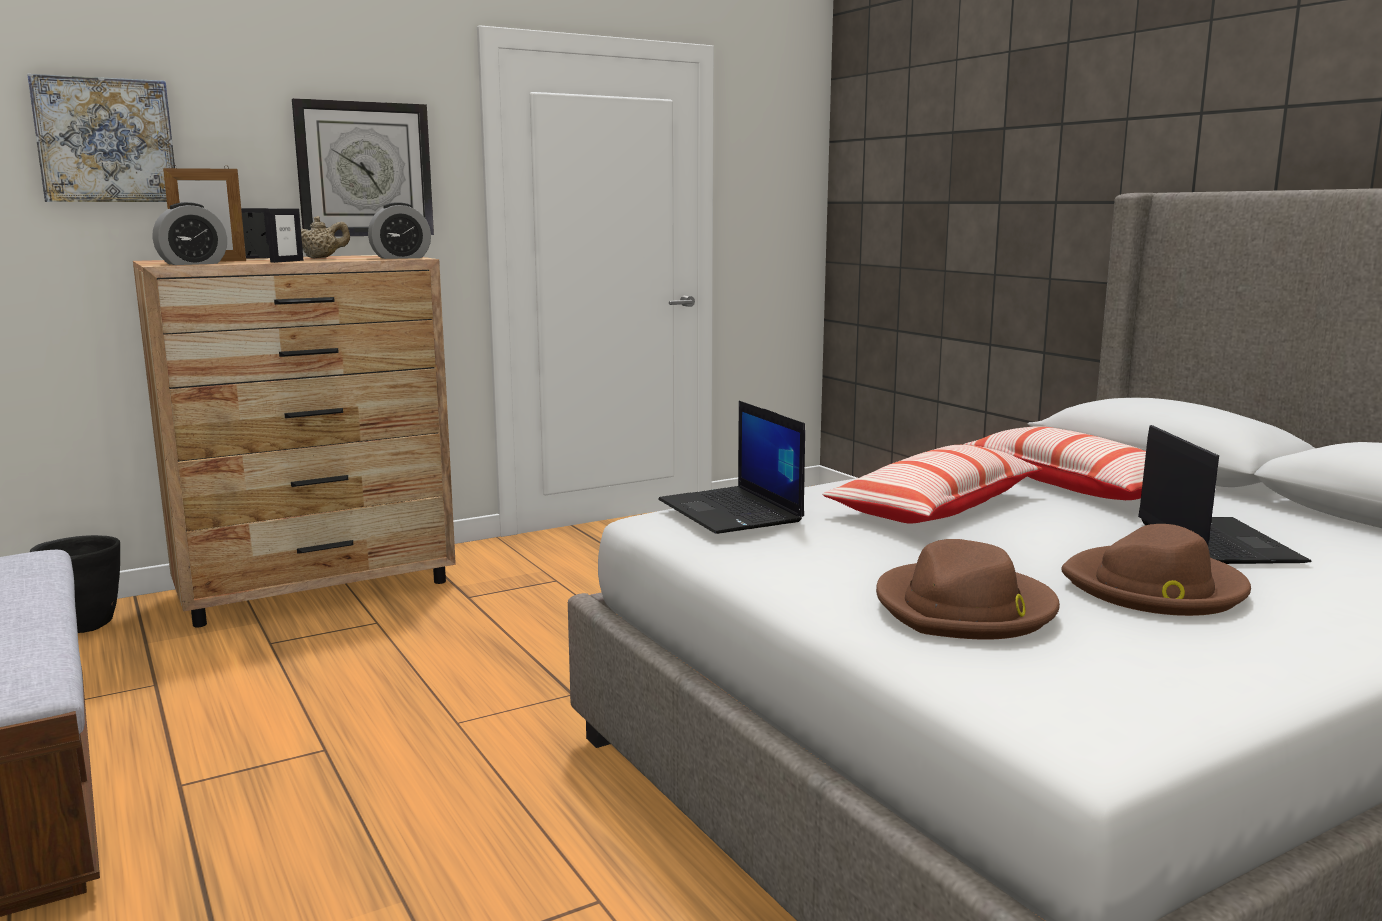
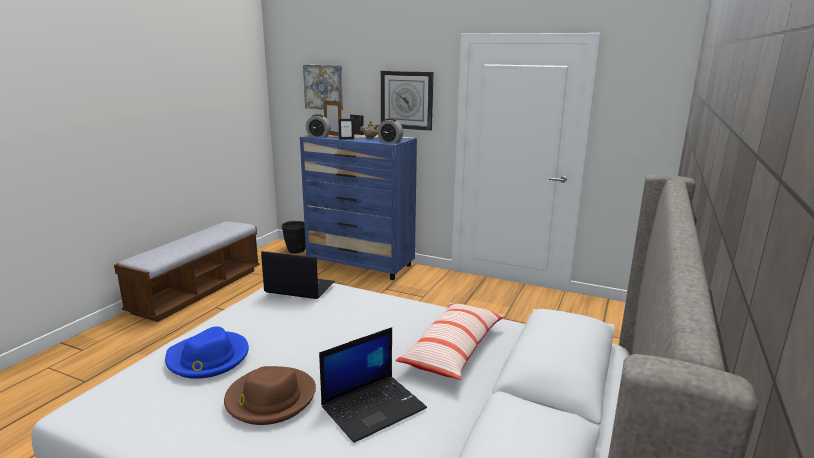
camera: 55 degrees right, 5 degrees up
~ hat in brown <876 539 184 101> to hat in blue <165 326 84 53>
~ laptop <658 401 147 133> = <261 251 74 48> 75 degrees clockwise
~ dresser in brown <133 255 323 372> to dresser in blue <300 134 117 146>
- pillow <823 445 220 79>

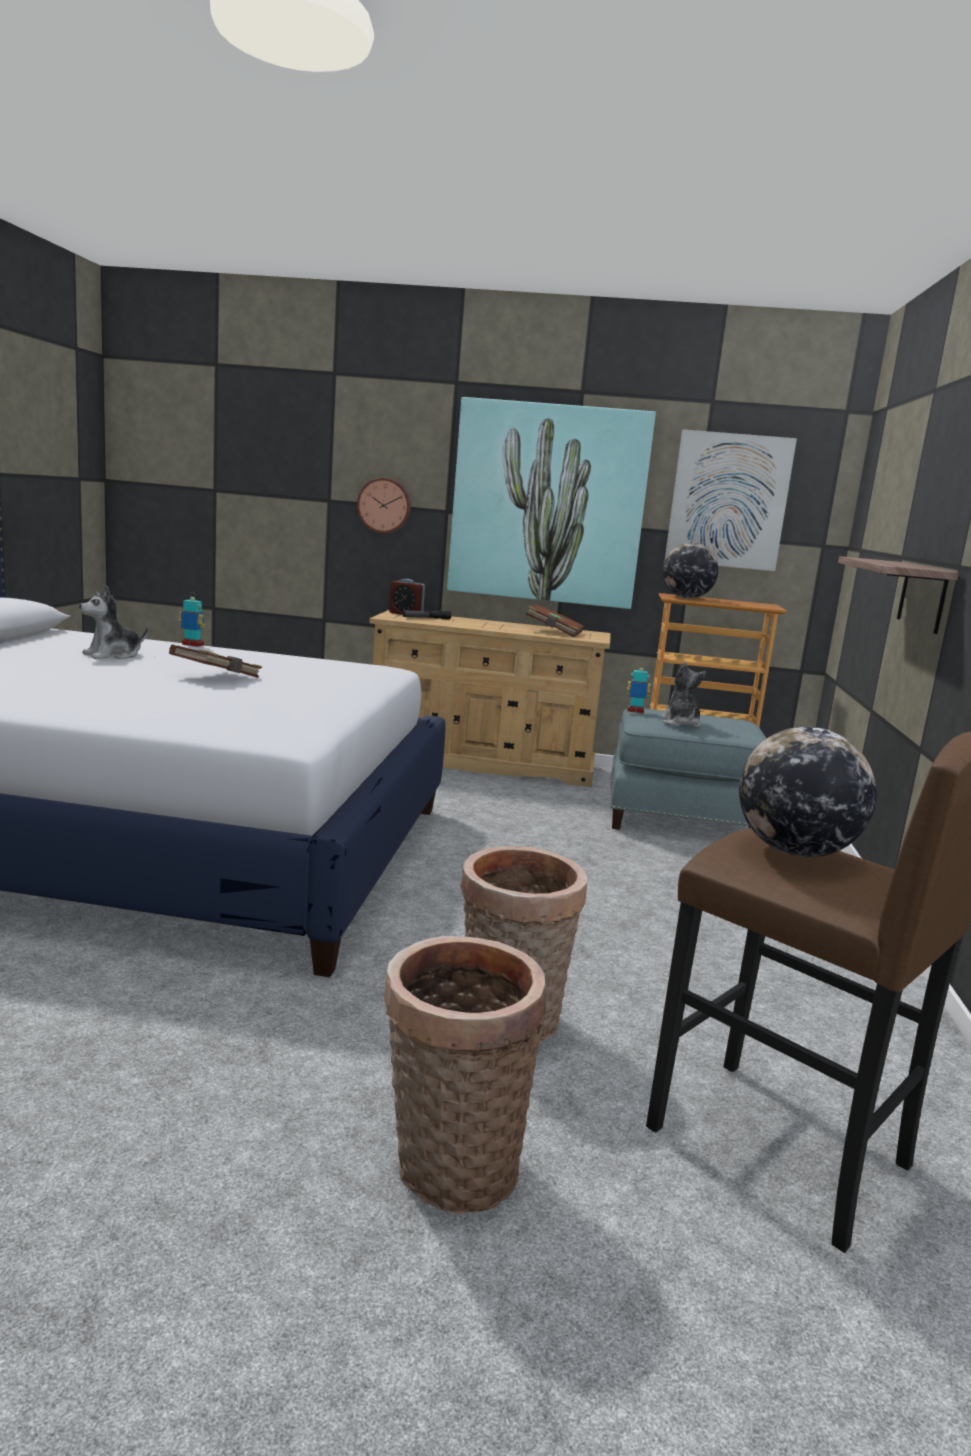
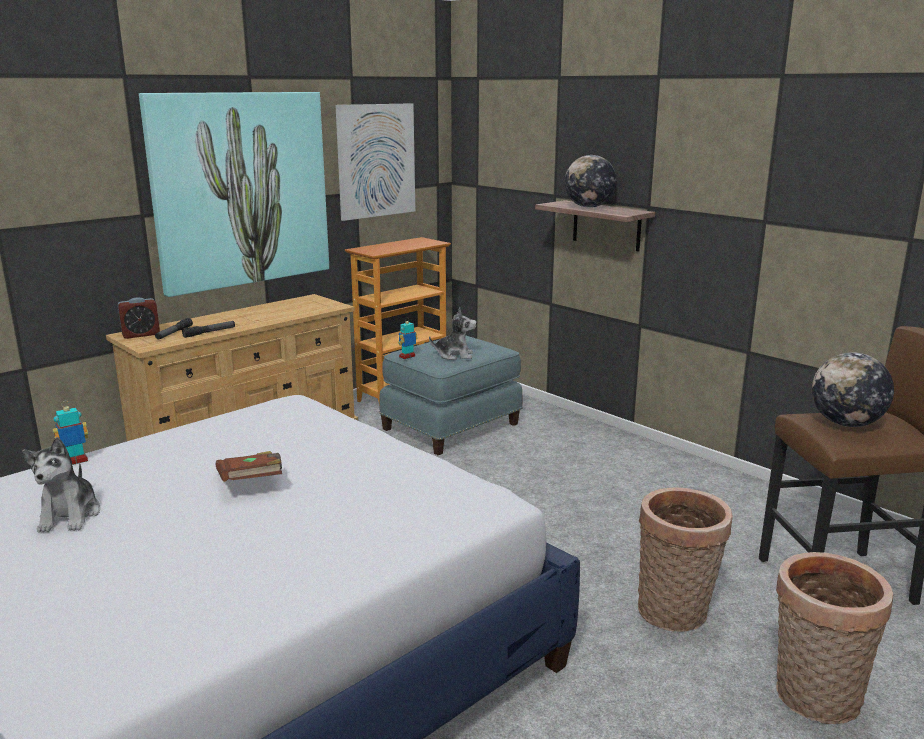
camera: 50 degrees left, 5 degrees up
+ flashlight <182 321 53 17>
~ plush toy <662 662 44 66> = <429 307 48 53> 150 degrees clockwise
~ globe <662 543 57 56> to <565 155 51 53>
- wall clock <357 478 54 55>
- book in brown <526 604 58 33>

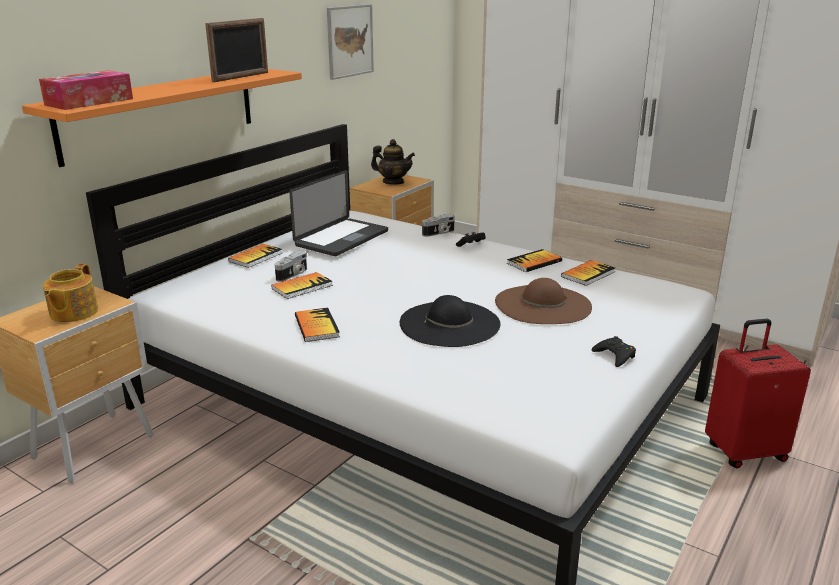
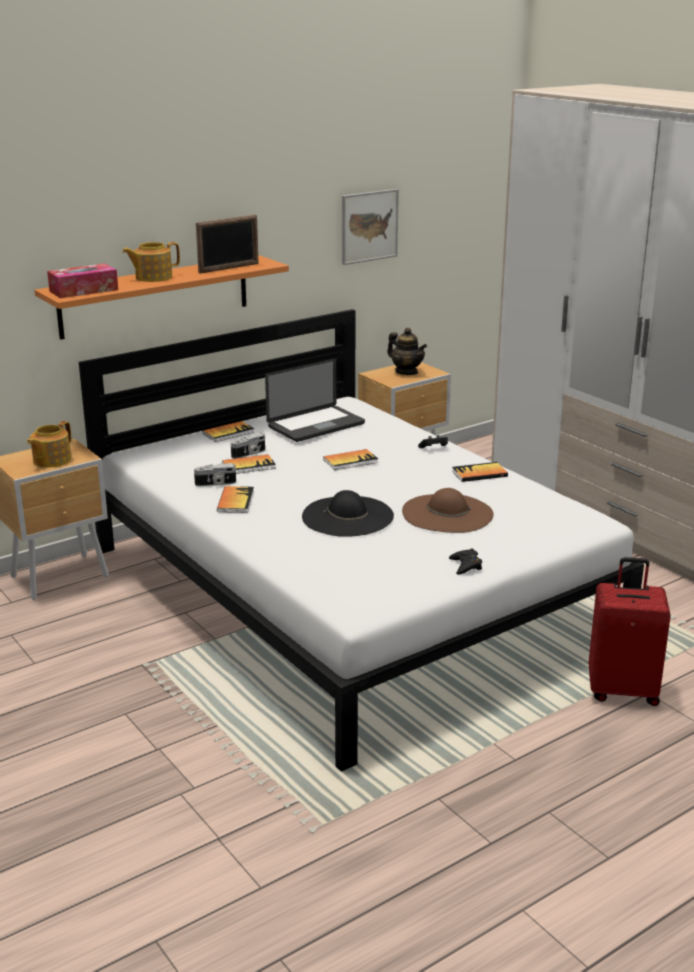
camera: 20 degrees right, 0 degrees up
+ teapot <122 242 58 40>
~ photo camera <422 214 33 23> to <194 463 42 23>
~ book <561 260 54 26> to <323 449 55 21>

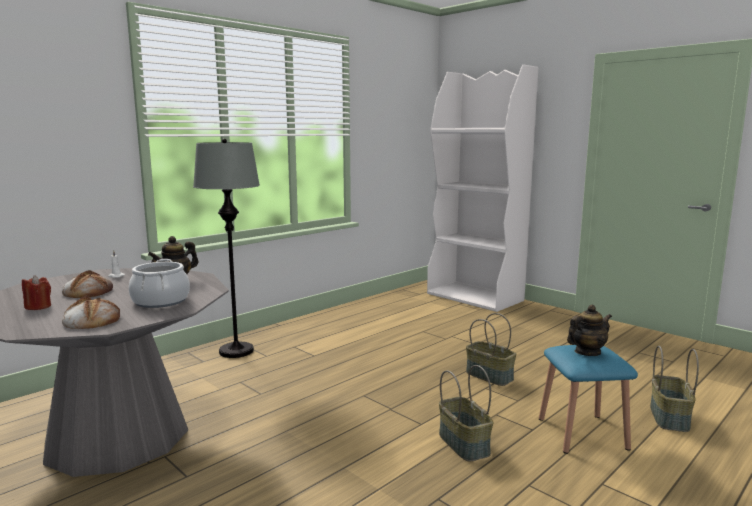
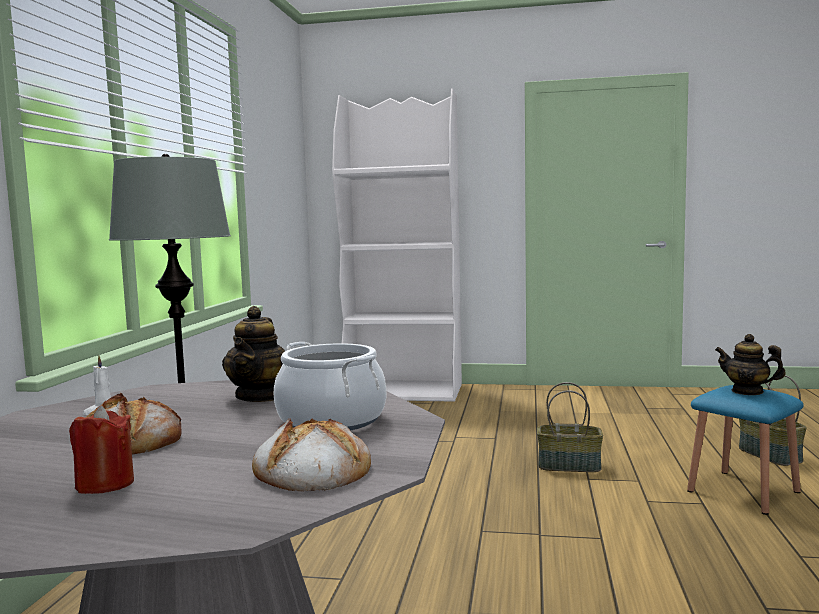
camera: 35 degrees left, 5 degrees down
~ teapot <567 305 45 51> = <715 334 71 61> 90 degrees counterclockwise
- basket <439 365 54 96>

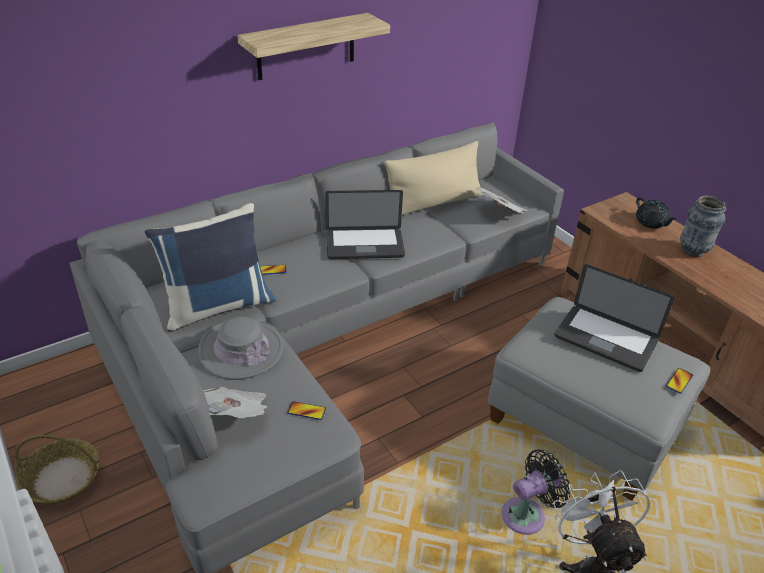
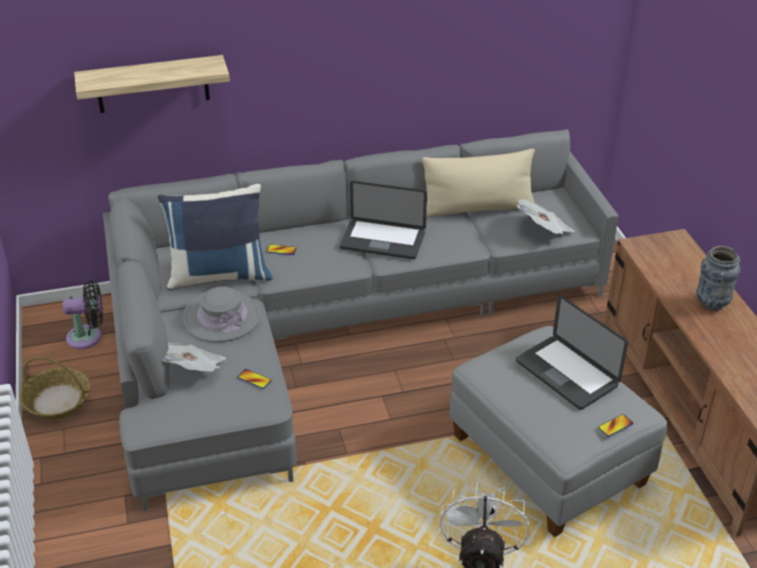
camera: 20 degrees right, 0 degrees up
~ fan in black <502 449 68 86> to <62 281 41 68>
~ shelf <237 13 153 67> to <74 55 156 58>
- teapot in black <636 197 41 32>

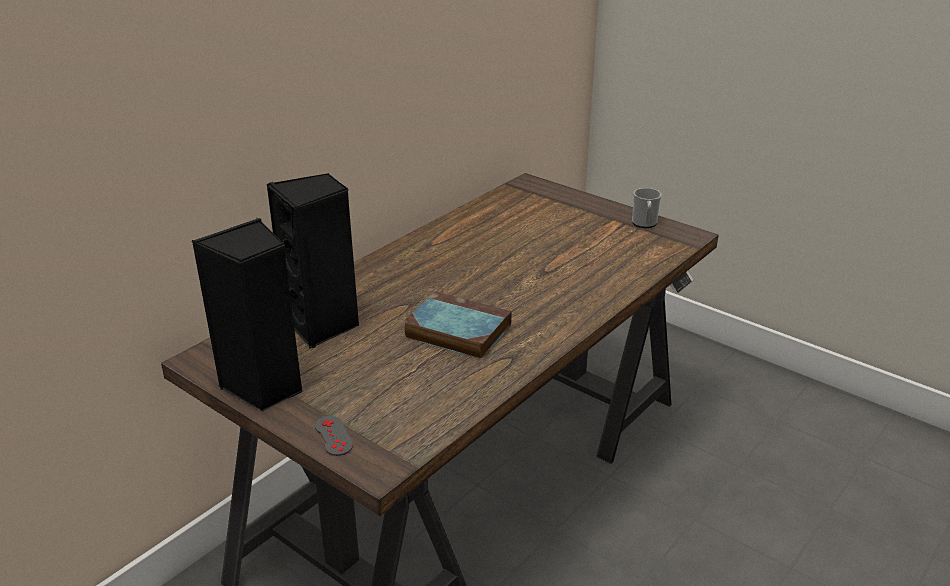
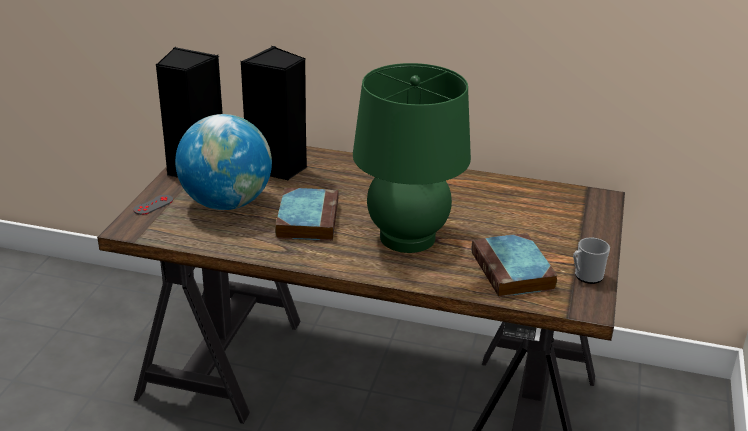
camera: 65 degrees right, 0 degrees up
+ globe <175 114 97 96>
+ table lamp in green <353 63 118 190>
+ book <472 233 86 64>

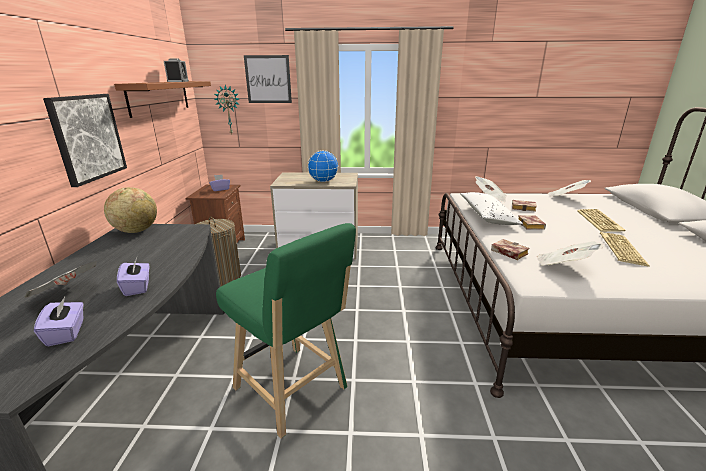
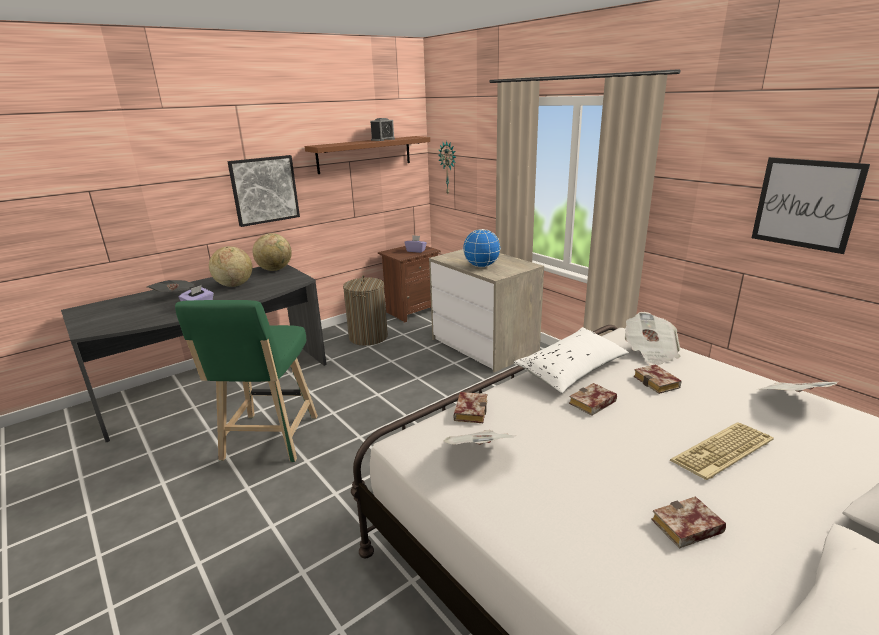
camera: 50 degrees right, 0 degrees up
+ globe <209 246 43 41>
+ book <651 496 75 53>
~ picture <244 55 48 48> to <752 157 118 97>
- tissue box in purple <34 297 50 50>
- keyboard <600 232 50 35>

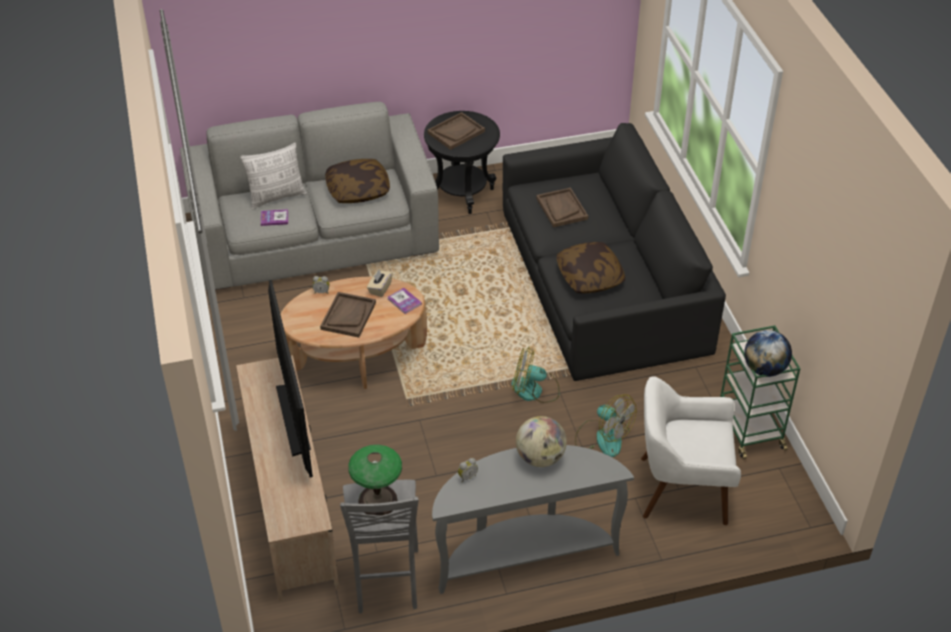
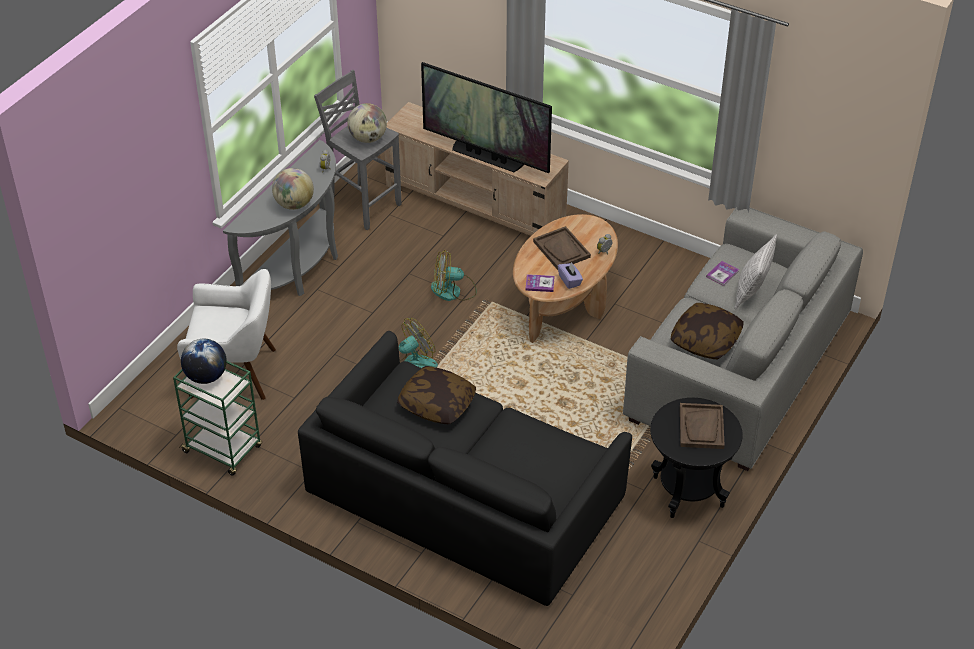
camera: 135 degrees right, 0 degrees up
~ armchair in white <641 376 100 149> = <177 269 99 131> 45 degrees clockwise
~ table lamp <348 445 54 71> to globe <348 103 39 40>
~ fan <575 394 62 63> to <431 250 46 51>
~ tissue box in beige <367 269 26 28> to tissue box in purple <558 262 25 27>
- tray in brown <536 187 52 40>

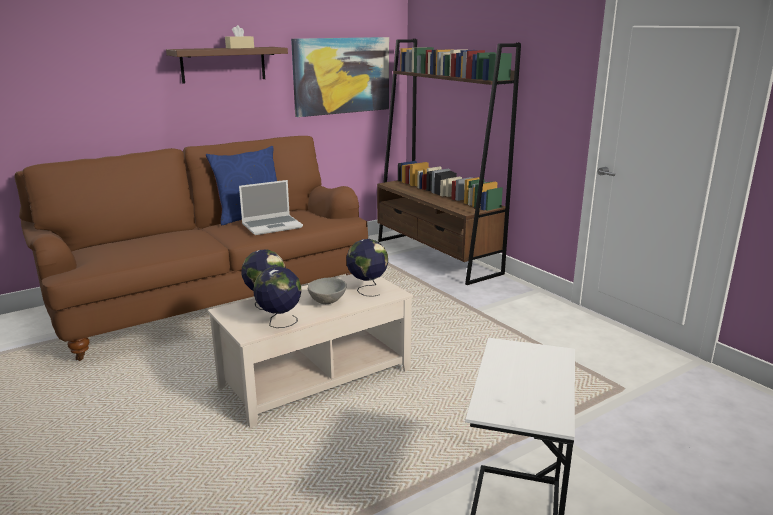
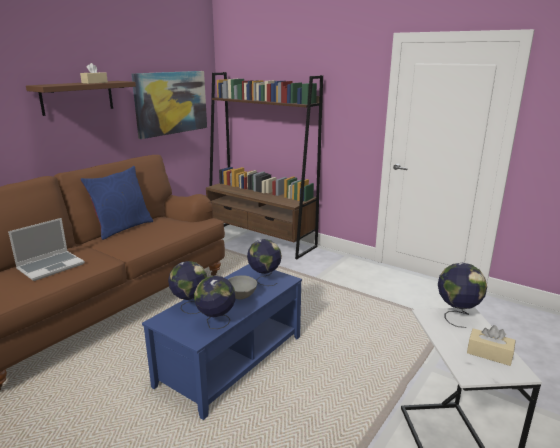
camera: 20 degrees left, 0 degrees up
~ laptop <239 180 64 55> to <8 218 77 63>
~ coffee table in beige <208 274 205 154> to coffee table in blue <142 264 160 156>
+ globe <438 263 49 65>
+ tissue box in beige <467 325 49 41>

